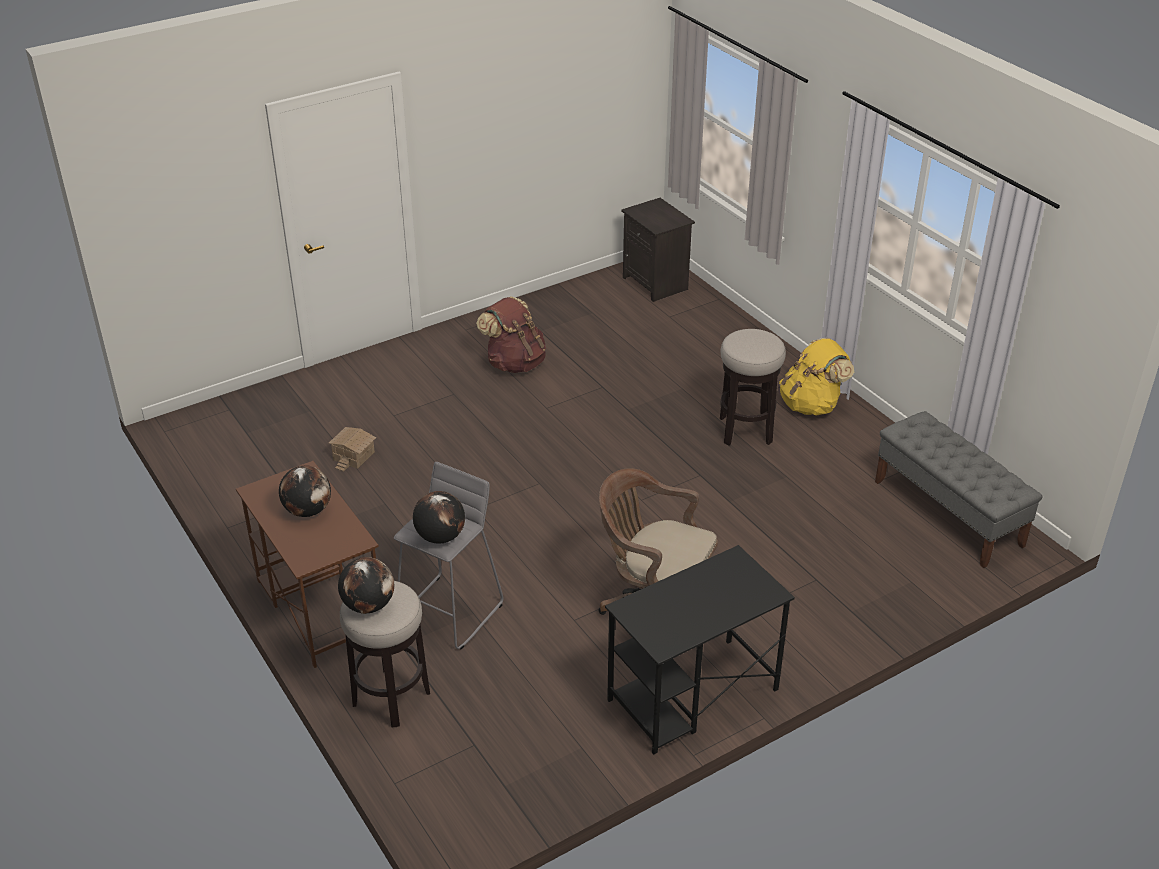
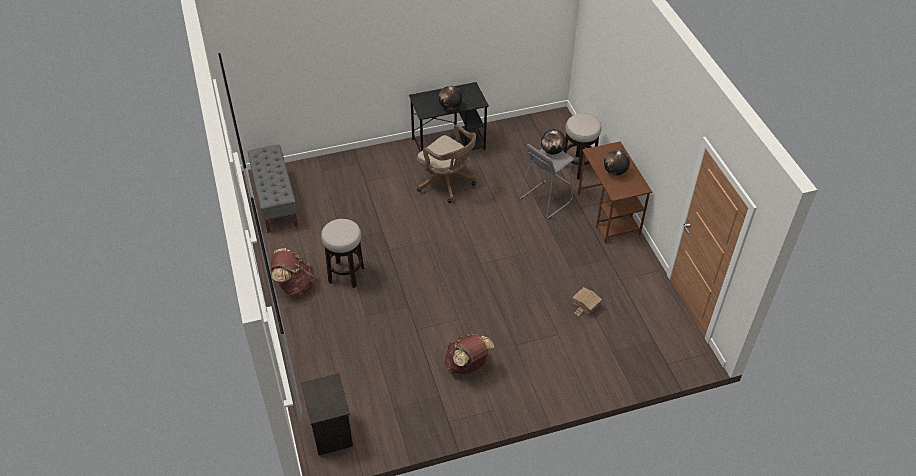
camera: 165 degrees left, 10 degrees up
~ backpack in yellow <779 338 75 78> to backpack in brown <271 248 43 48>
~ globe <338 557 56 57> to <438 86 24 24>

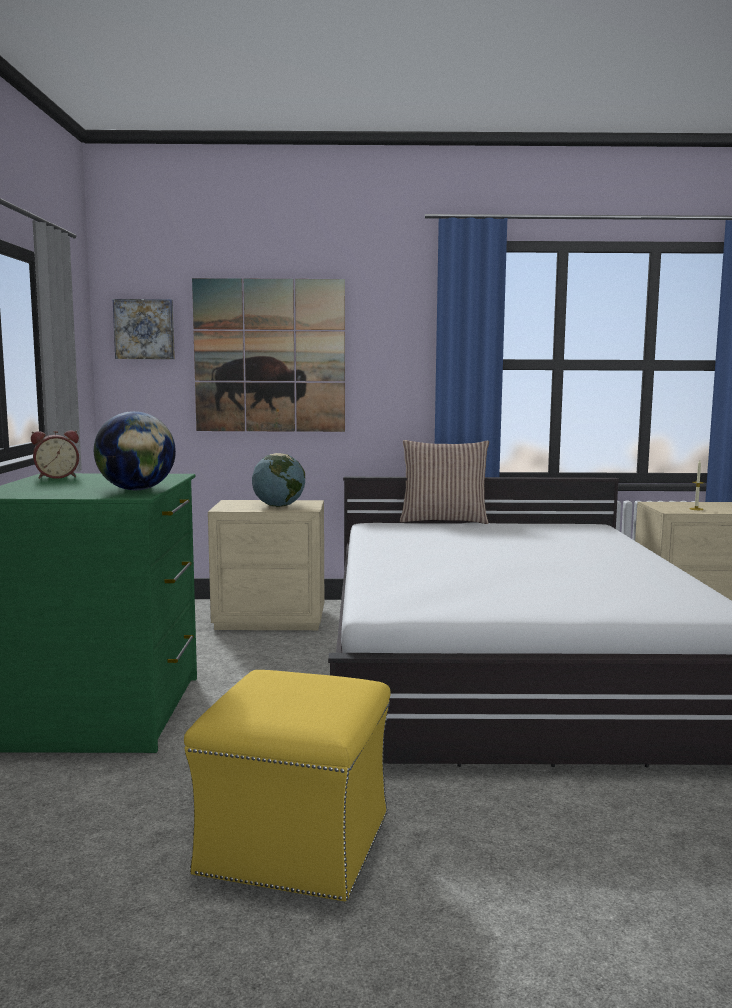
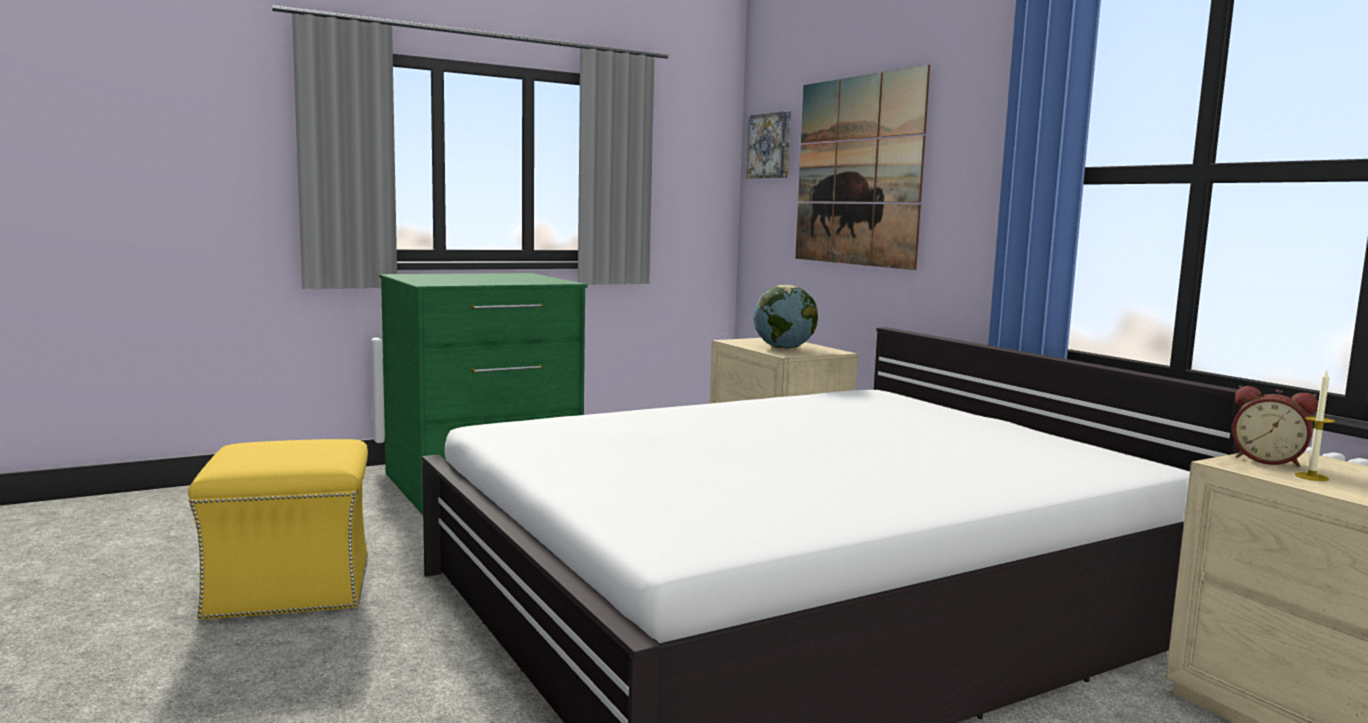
camera: 60 degrees right, 0 degrees up
~ alarm clock <31 431 48 48> to <1232 385 86 82>
- globe <94 411 82 79>
- pillow <400 440 89 84>

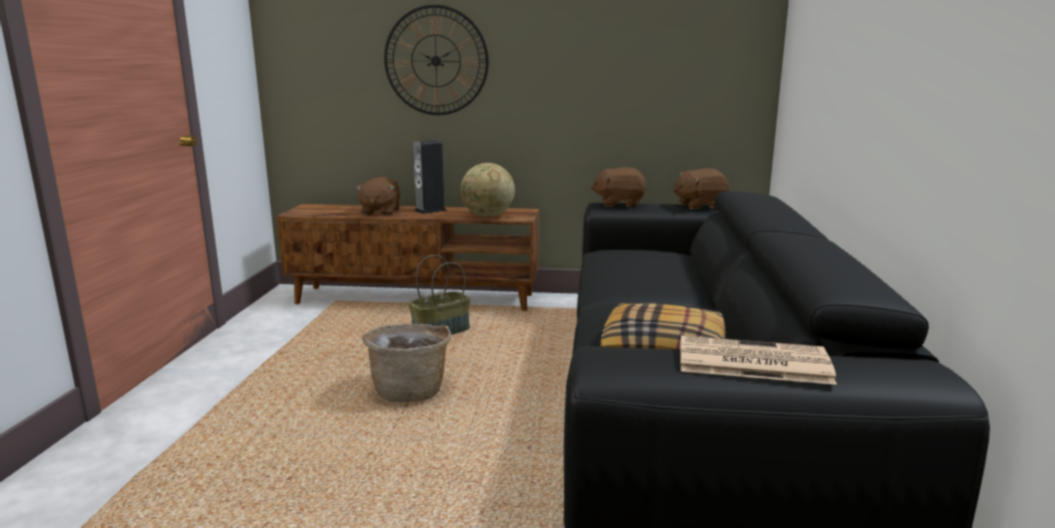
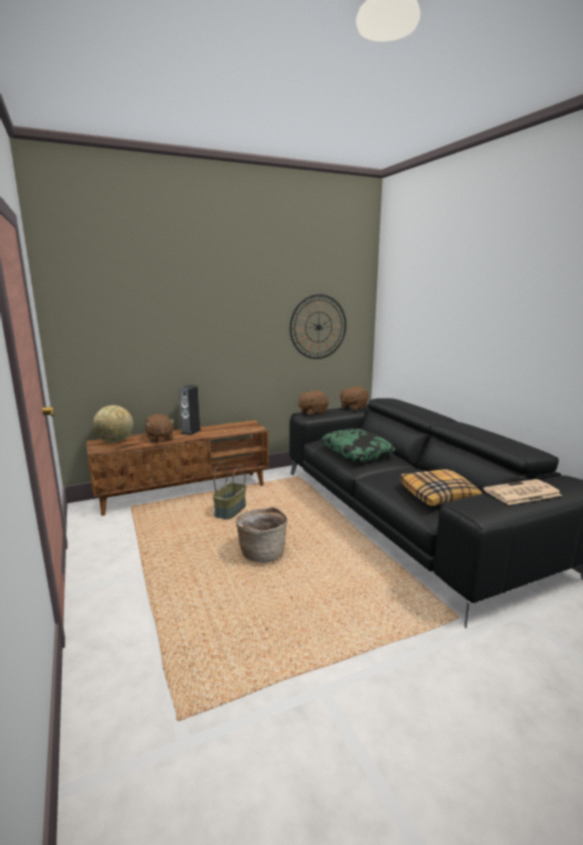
camera: 30 degrees left, 0 degrees up
~ globe <460 163 55 54> to <93 405 40 38>
~ wall clock <384 5 105 110> to <290 294 56 65>
+ pillow <321 429 75 33>

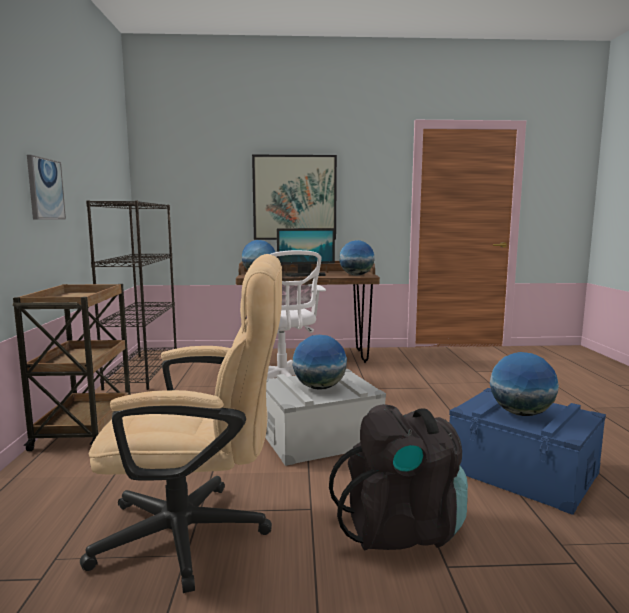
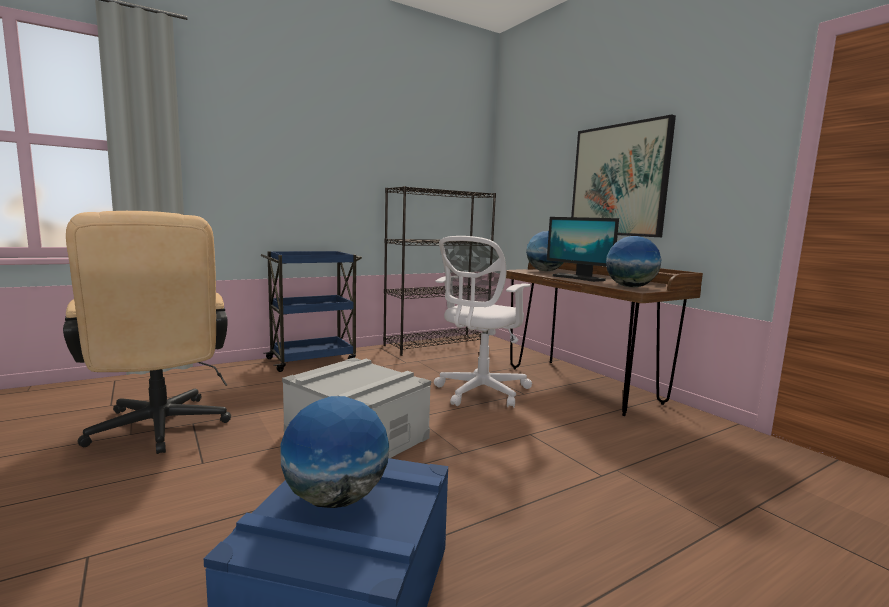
camera: 60 degrees right, 0 degrees up
~ cart in brown <13 284 118 167> to cart in blue <260 251 102 121>
- picture <27 155 39 65>
- globe <293 335 54 54>
- backpack in black <329 404 139 146>

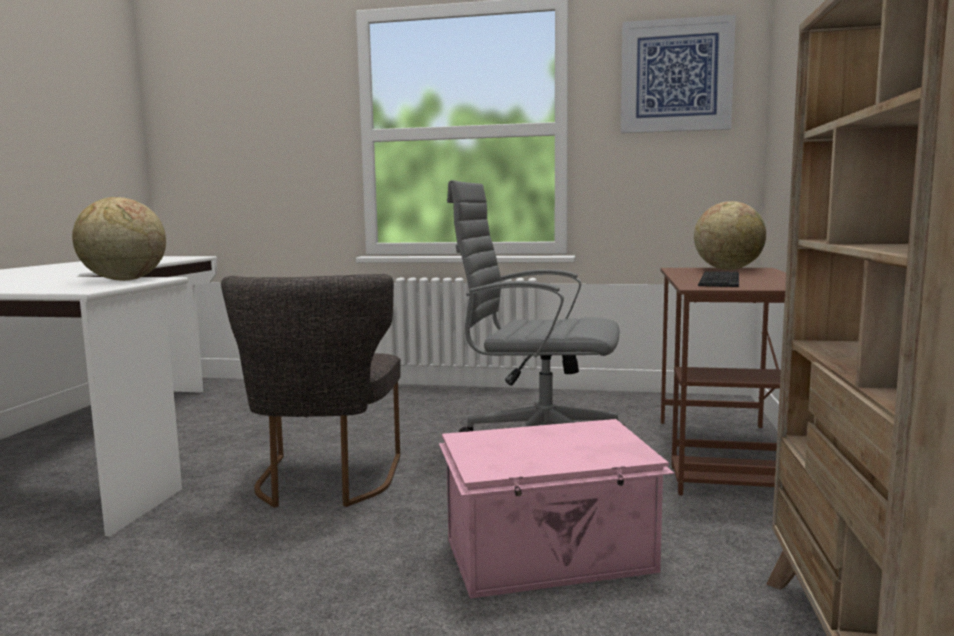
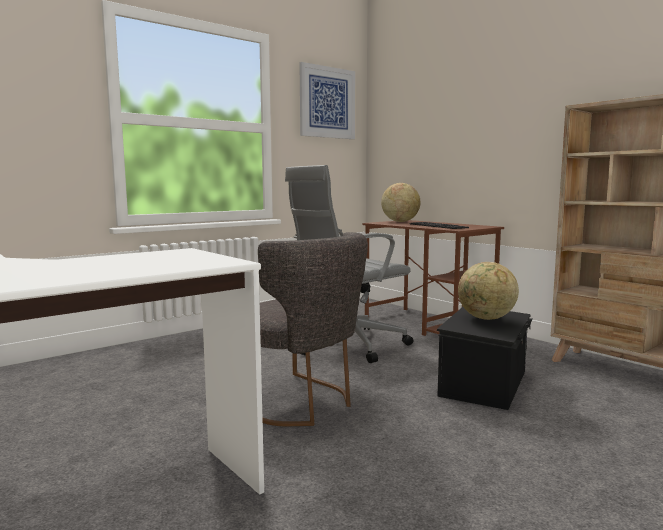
camera: 50 degrees left, 0 degrees up
~ storage box in pink <439 419 236 180> to storage box in black <437 307 96 103>
~ globe <72 197 94 84> to <458 262 61 58>

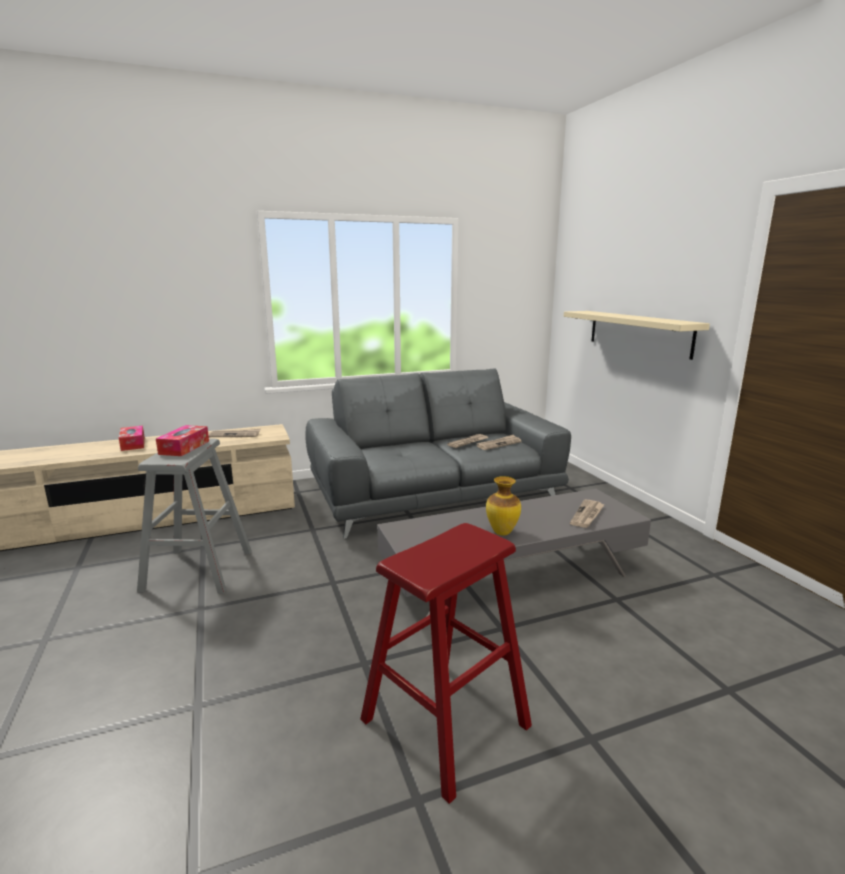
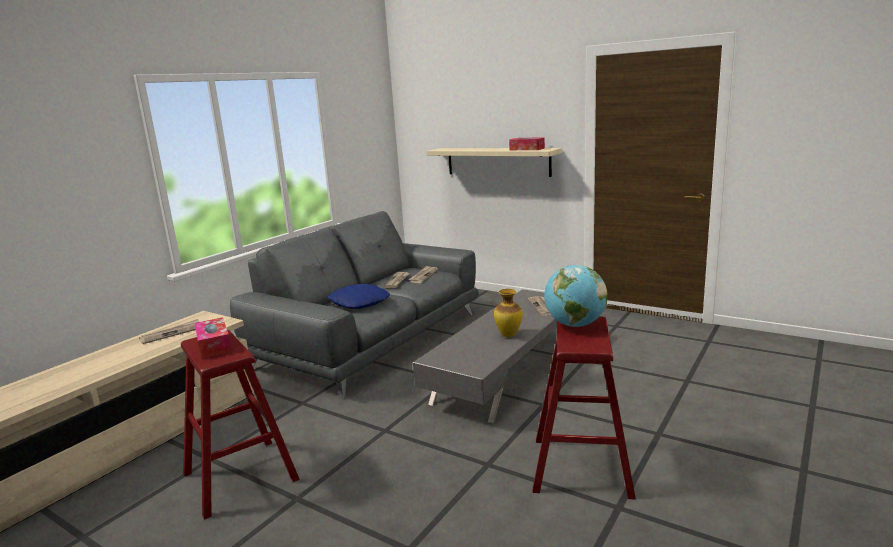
camera: 35 degrees left, 0 degrees up
~ stool in grey <137 439 115 155> to stool in red <181 330 118 190>
+ pillow in blue <328 284 62 25>
~ tissue box <119 426 26 25> to <509 137 36 13>
+ globe <544 265 64 62>

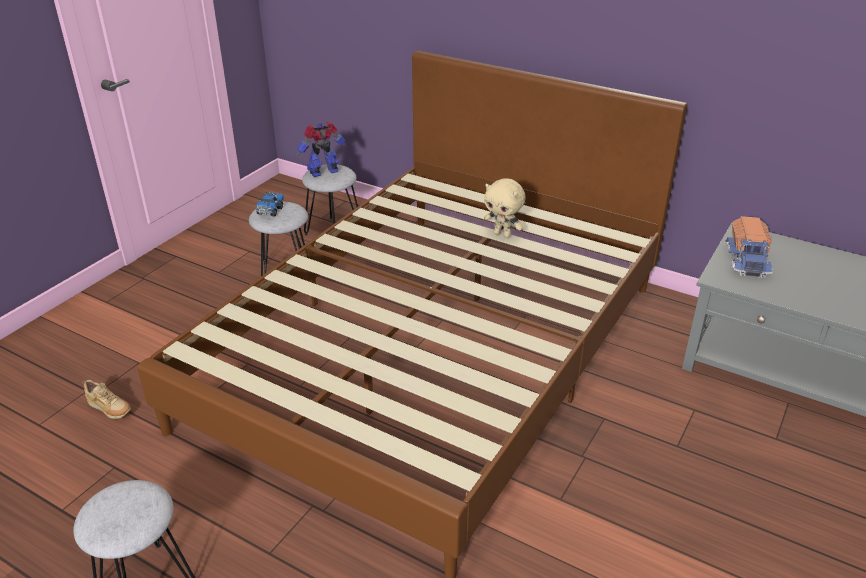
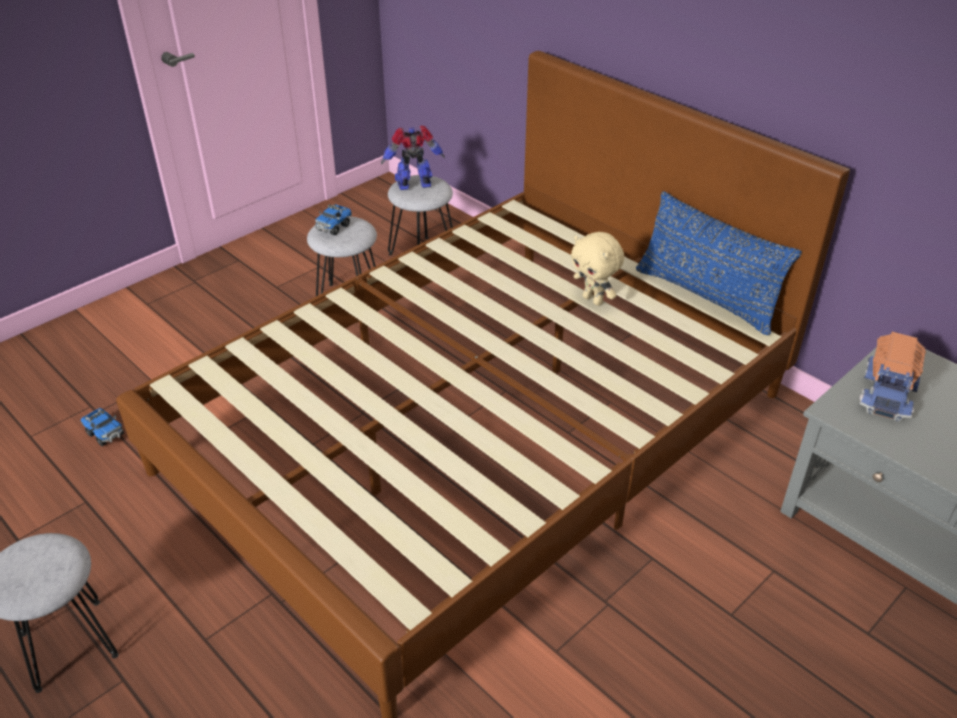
camera: 15 degrees right, 5 degrees up
~ shoe in beige <83 380 48 39> to toy truck <81 408 43 38>
+ pillow in blue <636 191 166 144>

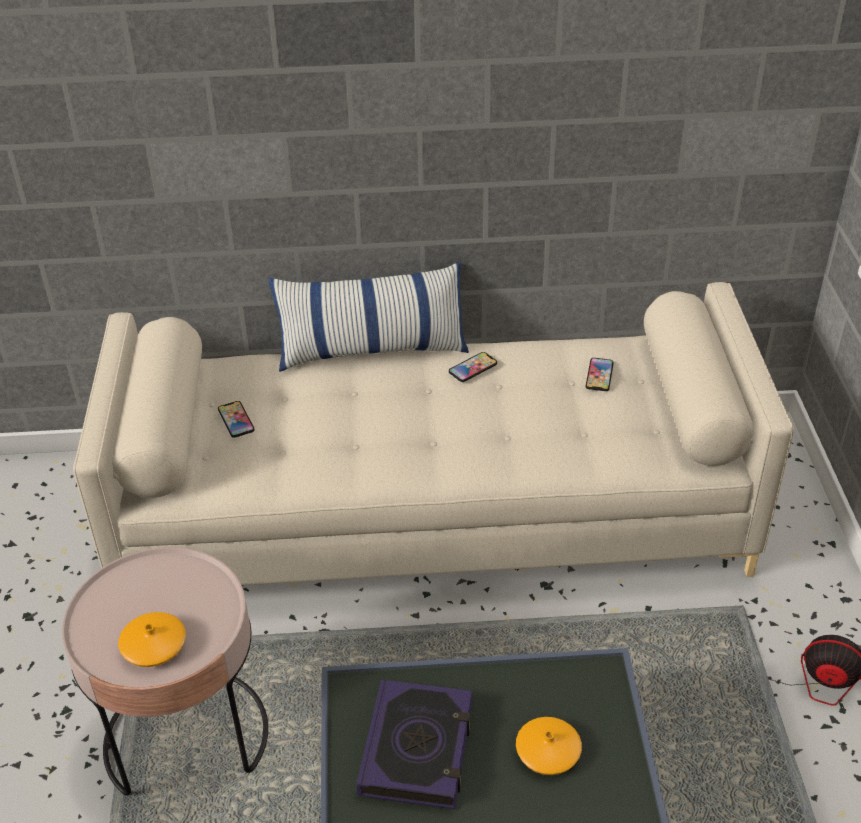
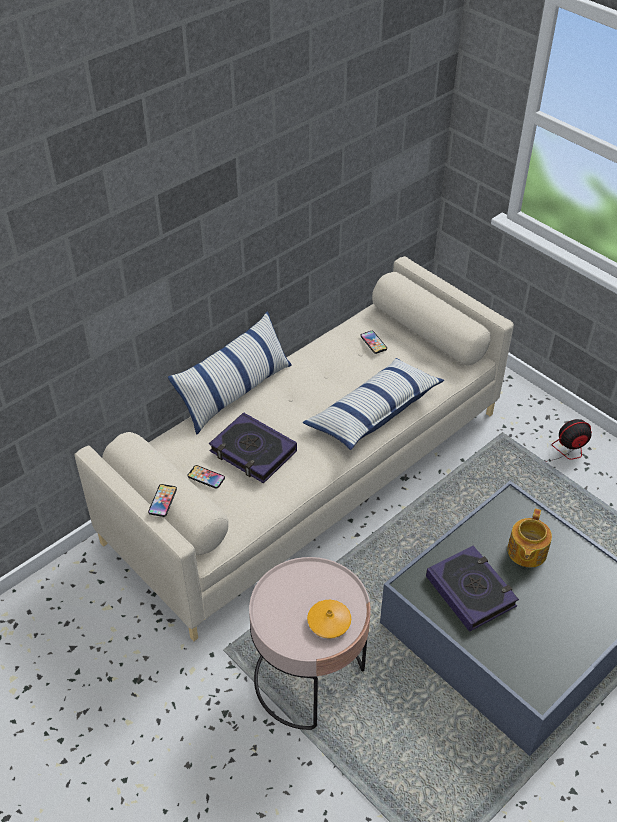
camera: 40 degrees left, 5 degrees up
~ phone <449 352 48 30> to <148 484 29 33>
+ book <209 412 88 72>
+ pillow <303 358 141 92>
~ vase in orange <516 717 66 58> to teapot <507 509 45 58>

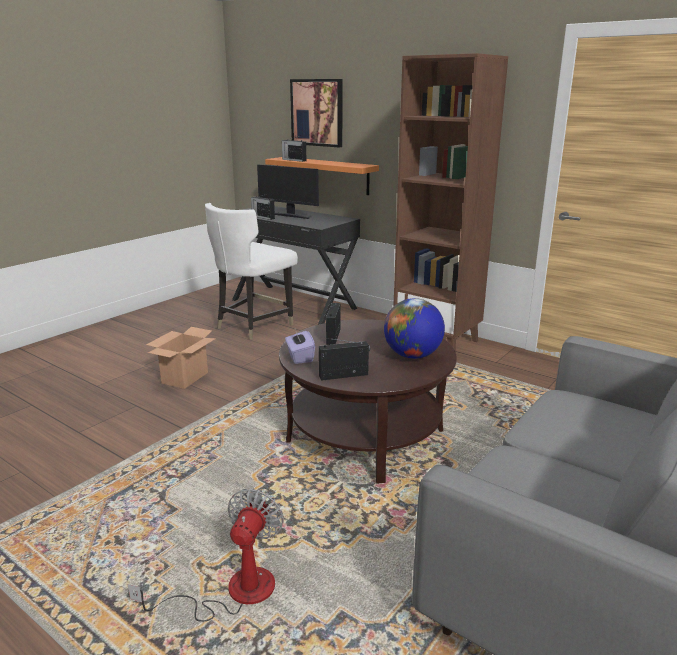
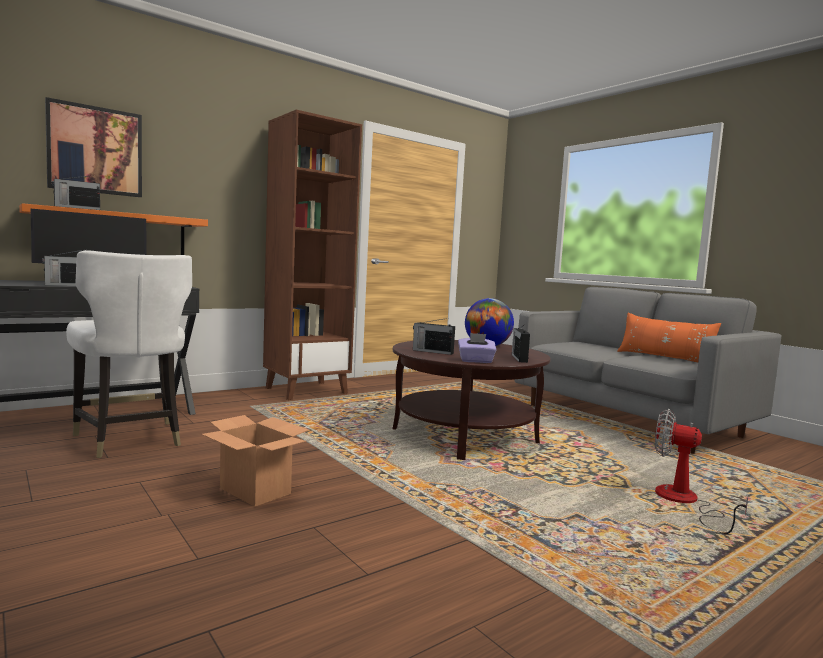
camera: 75 degrees left, 15 degrees down
+ pillow in orange <617 312 104 50>

